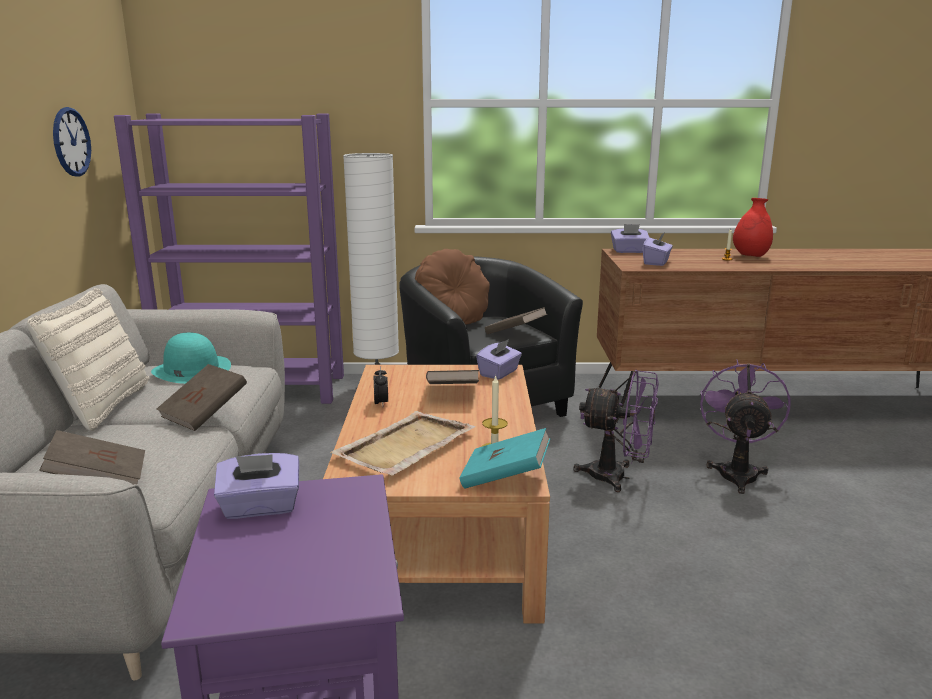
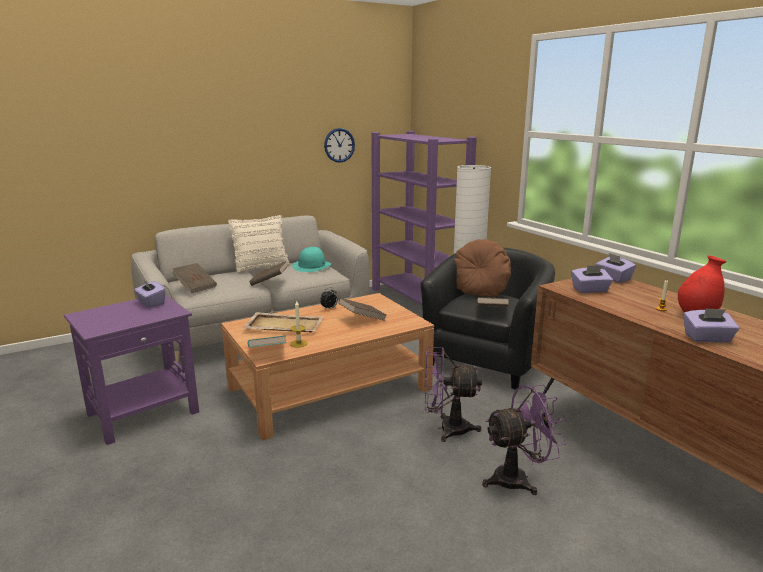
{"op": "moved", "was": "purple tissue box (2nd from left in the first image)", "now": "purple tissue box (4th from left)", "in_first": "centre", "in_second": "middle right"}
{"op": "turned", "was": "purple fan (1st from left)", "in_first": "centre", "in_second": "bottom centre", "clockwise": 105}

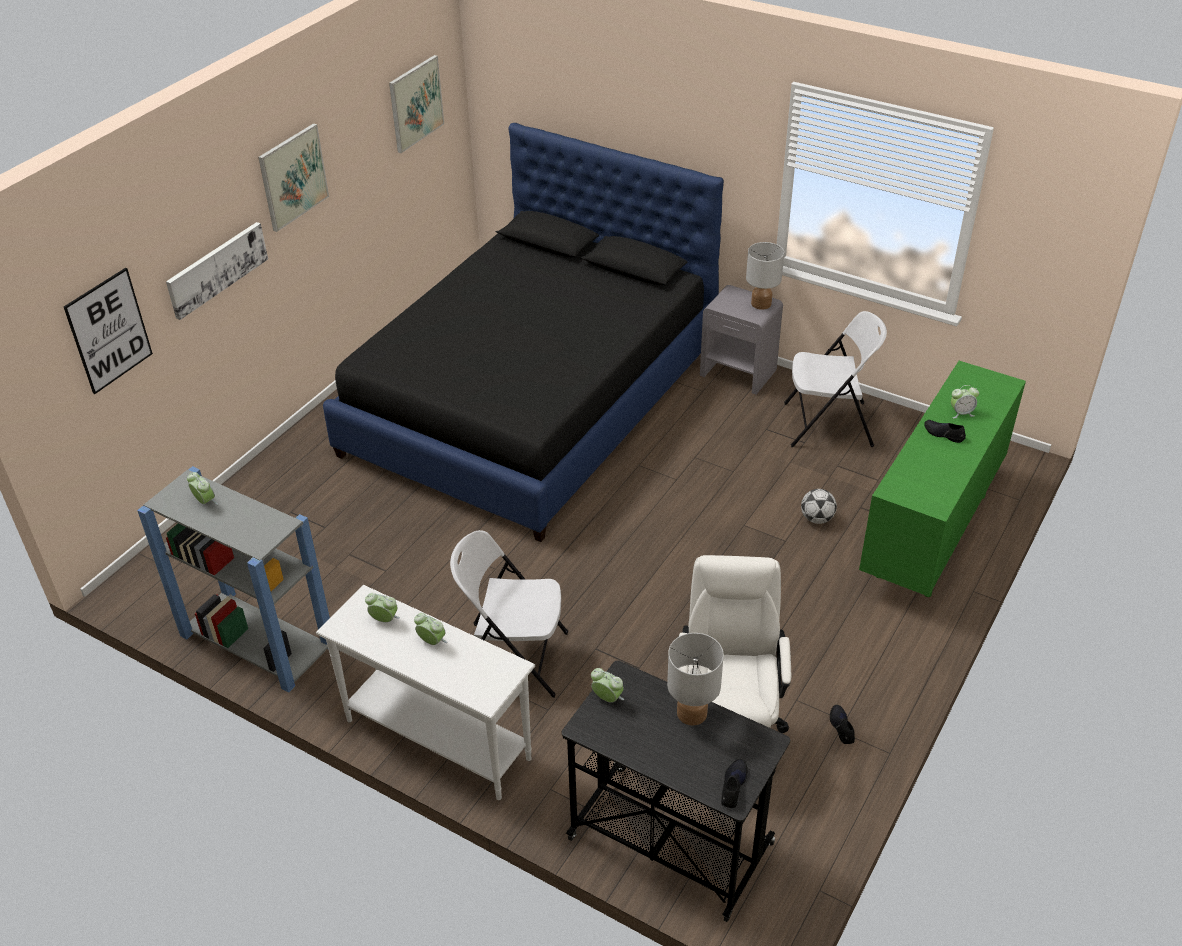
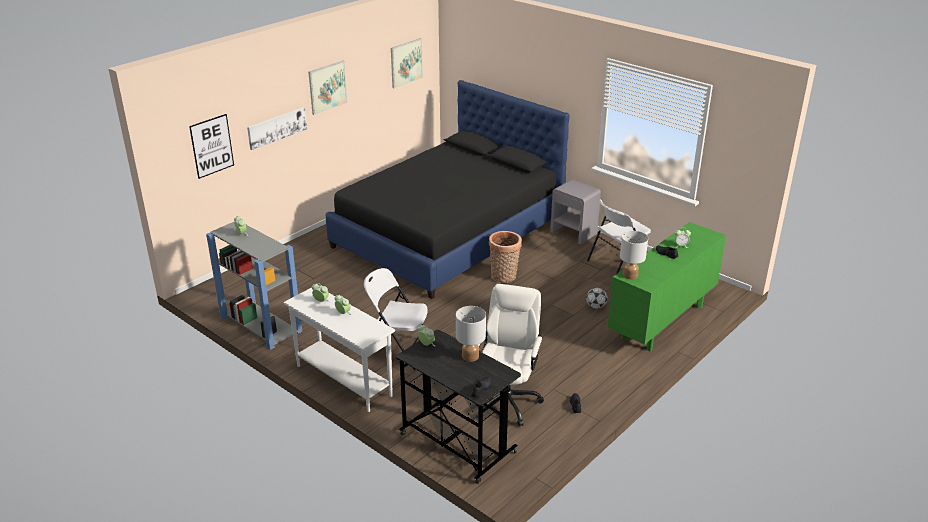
{"op": "moved", "was": "grey table lamp (2nd from left)", "in_first": "top centre", "in_second": "middle right"}
{"op": "turned", "was": "white chair (2nd from left)", "in_first": "middle right", "in_second": "middle right", "clockwise": 135}
{"op": "added", "now": "basket", "in_second": "centre"}

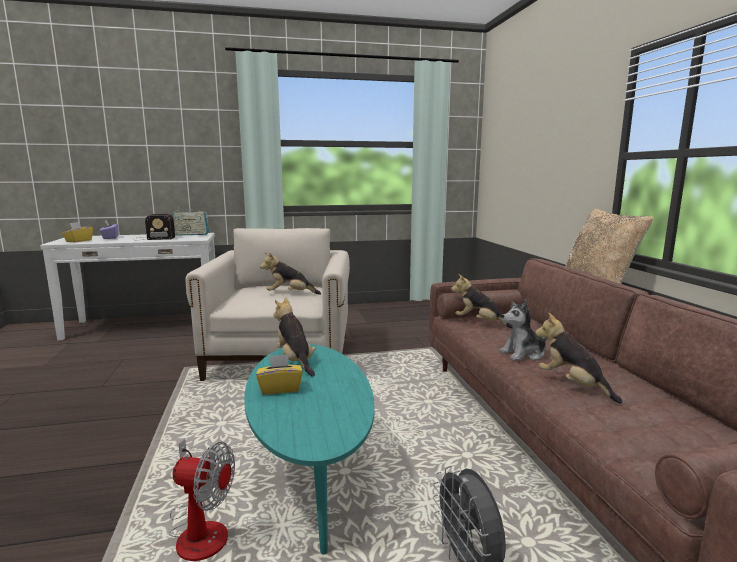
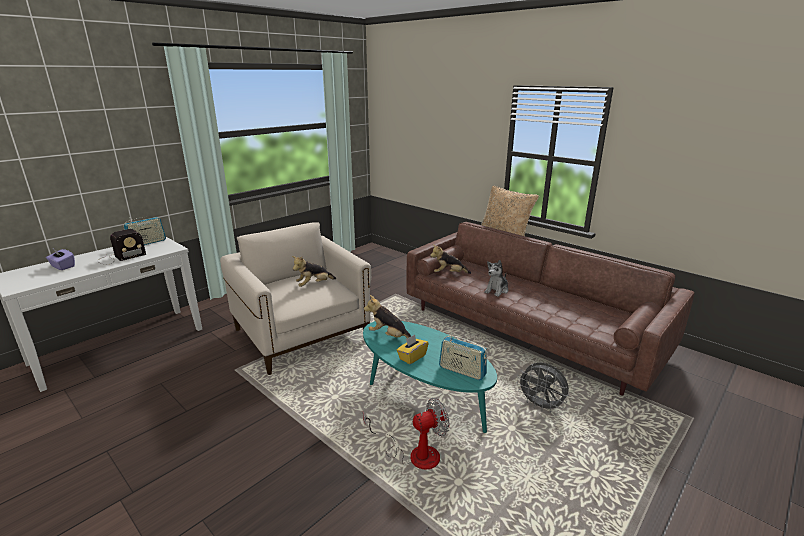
{"op": "removed", "was": "yellow tissue box (1st from left)", "in_first": "middle left"}
{"op": "removed", "was": "plush toy (5th from left)", "in_first": "middle right"}
{"op": "added", "now": "radio (3rd from left)", "in_second": "centre"}

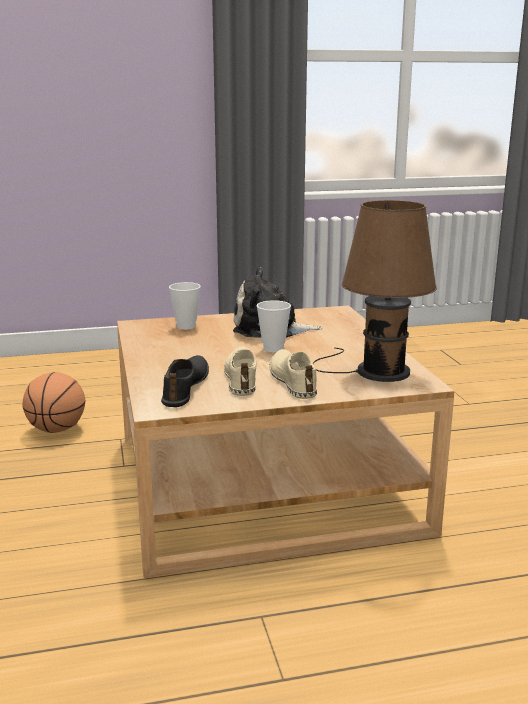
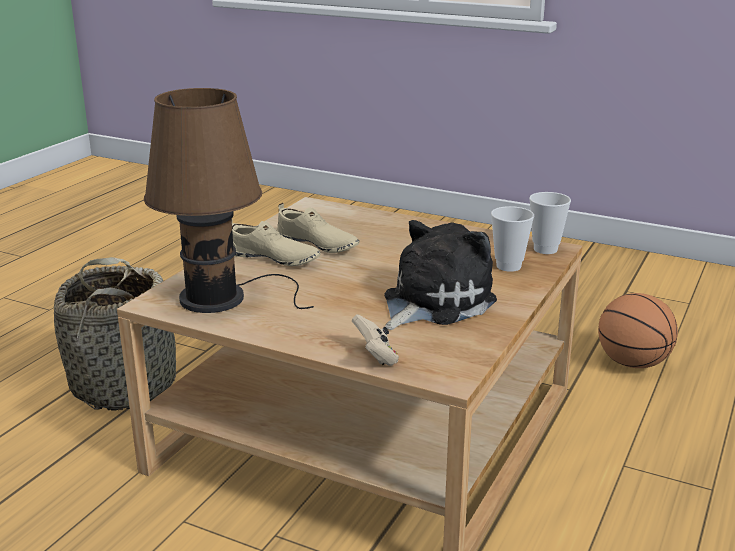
{"op": "moved", "was": "cup (2nd from left)", "in_first": "centre", "in_second": "middle right"}
{"op": "removed", "was": "black shoe", "in_first": "centre"}
{"op": "added", "now": "basket", "in_second": "middle left"}
{"op": "added", "now": "beige game controller", "in_second": "centre"}

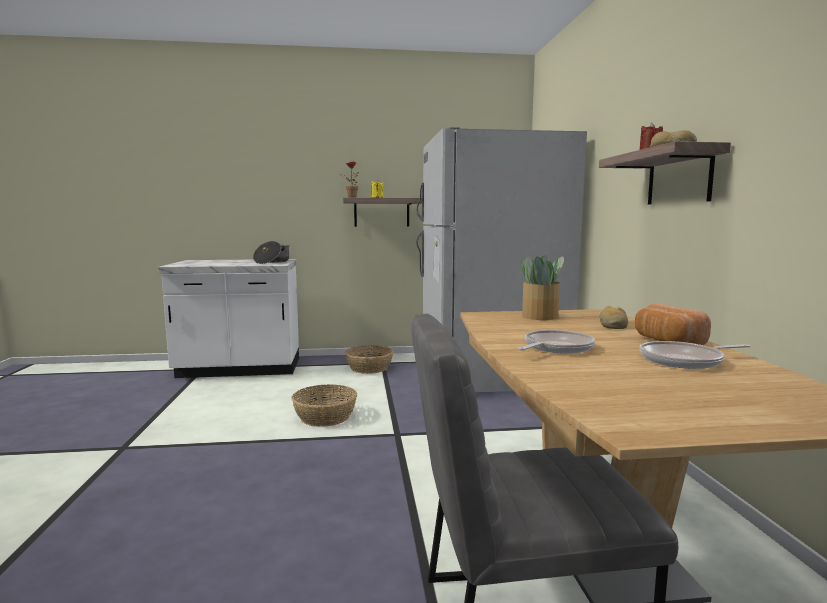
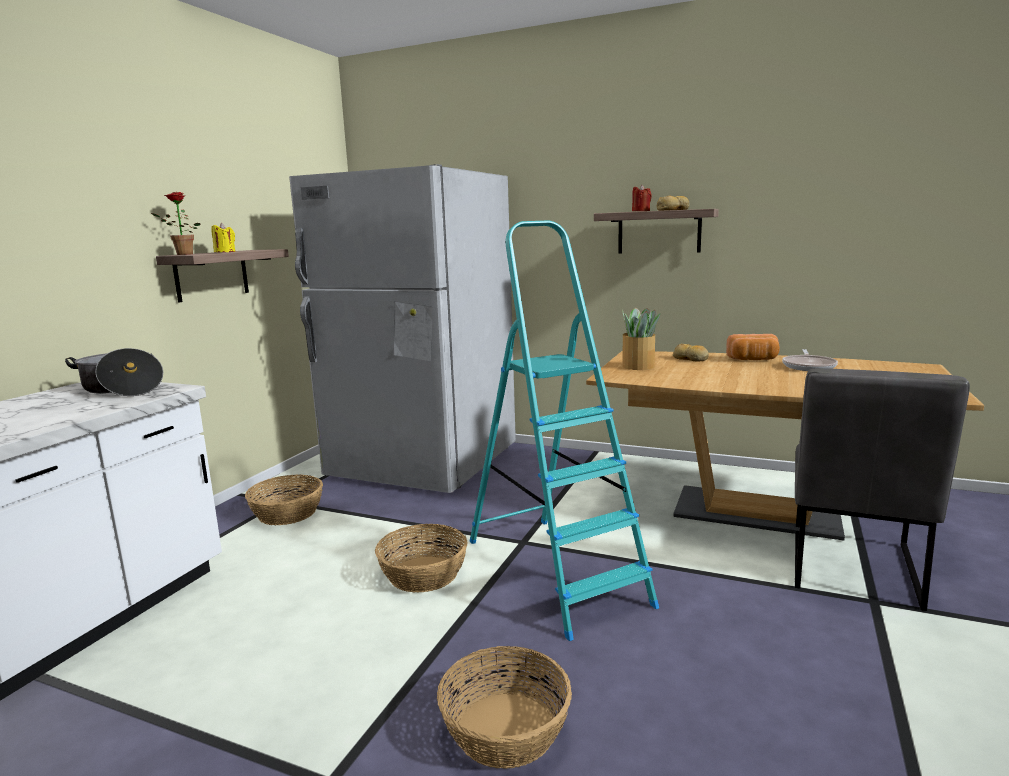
{"op": "removed", "was": "frying pan (1st from left)", "in_first": "middle right"}
{"op": "added", "now": "turquoise step ladder", "in_second": "centre"}
{"op": "added", "now": "basket (3rd from left)", "in_second": "bottom centre"}

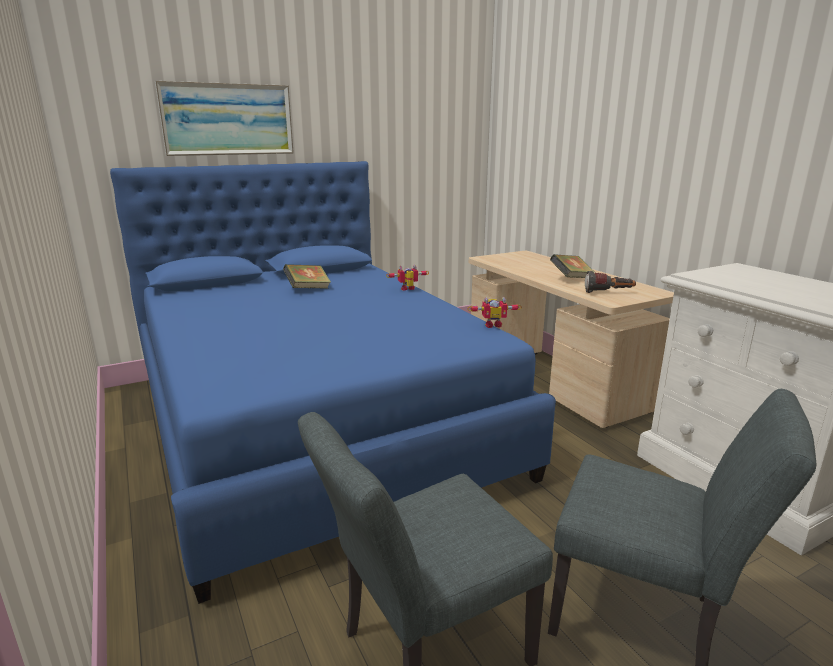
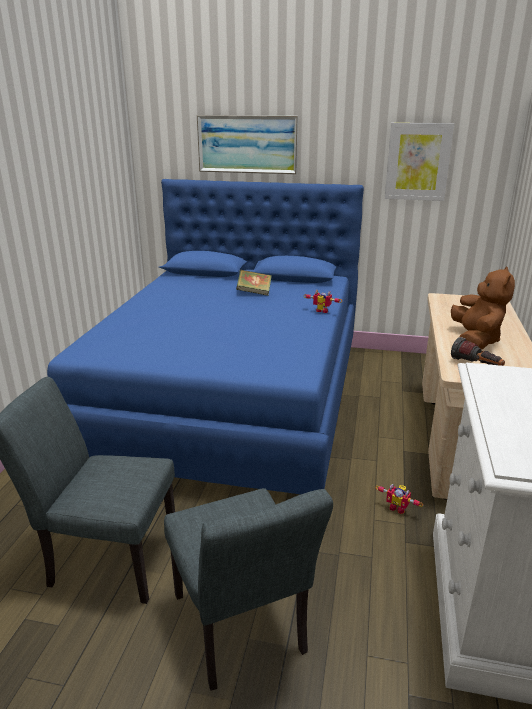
{"op": "replaced", "was": "book (2nd from left)", "now": "brown plush toy", "in_first": "middle right", "in_second": "middle right"}
{"op": "moved", "was": "toy robot (2nd from left)", "in_first": "centre", "in_second": "bottom right"}
{"op": "added", "now": "picture (2nd from left)", "in_second": "top right"}

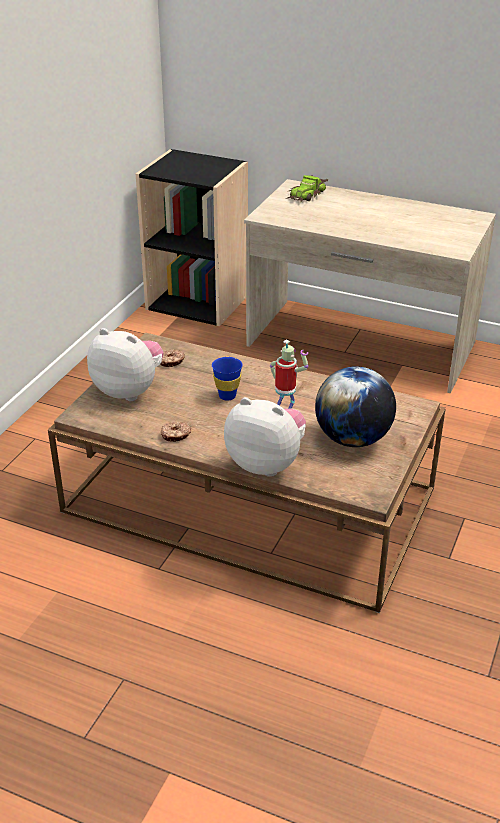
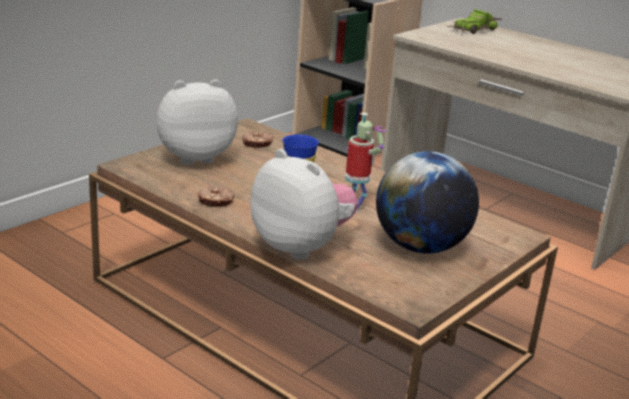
{"op": "turned", "was": "plush toy (1st from left)", "in_first": "middle left", "in_second": "top left", "clockwise": -60}

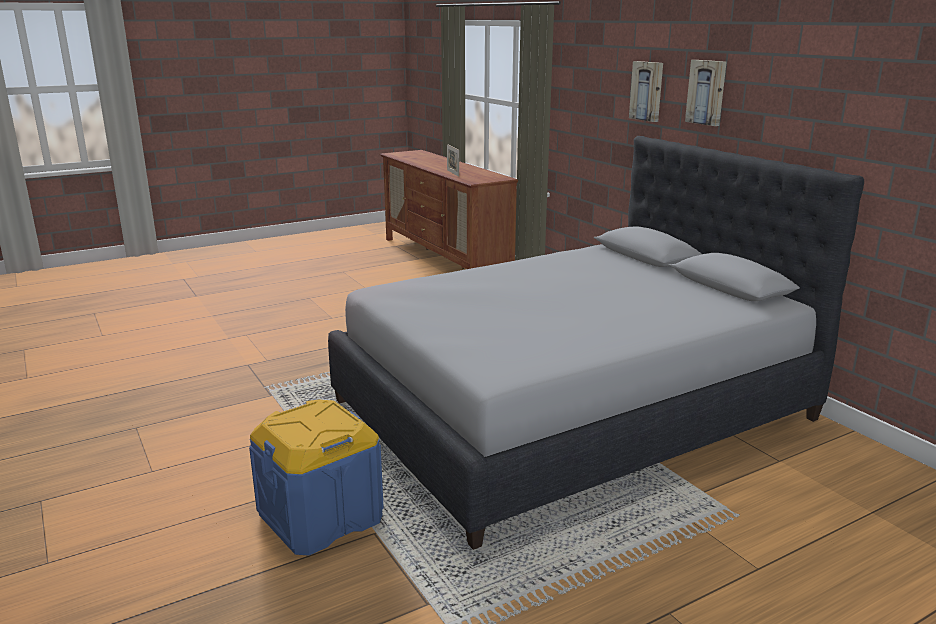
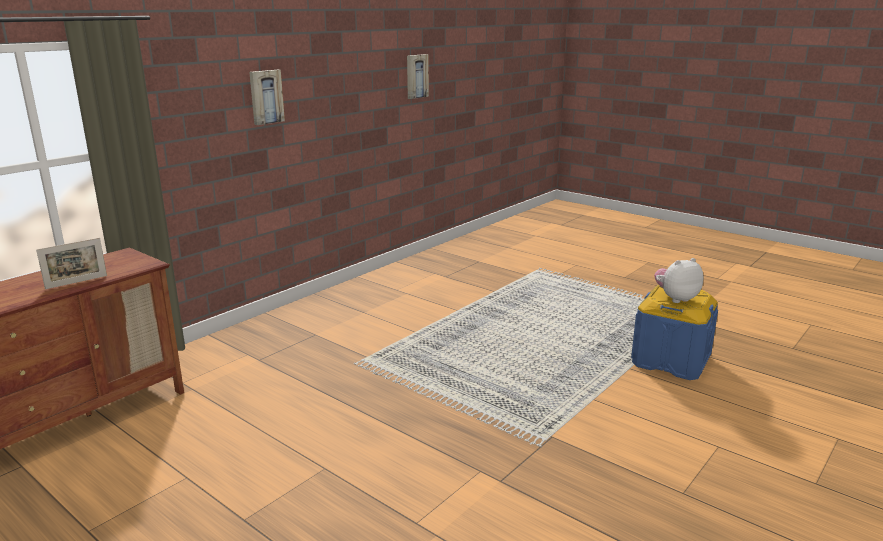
{"op": "moved", "was": "picture (2nd from left)", "in_first": "top right", "in_second": "top centre"}
{"op": "removed", "was": "grey bed", "in_first": "centre"}
{"op": "added", "now": "plush toy", "in_second": "middle right"}

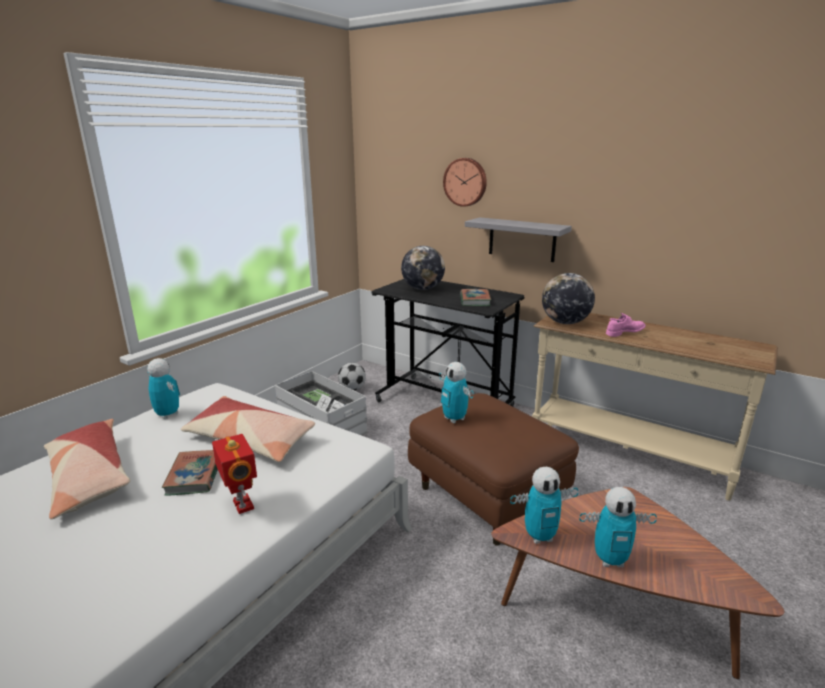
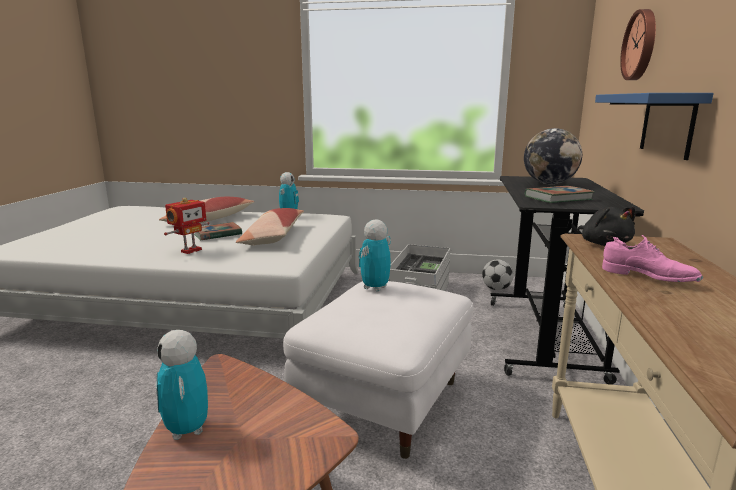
{"op": "recoloured", "was": "grey shelf", "now": "blue shelf", "in_first": "centre", "in_second": "top right"}
{"op": "replaced", "was": "globe (2nd from left)", "now": "black plush toy", "in_first": "middle right", "in_second": "middle right"}
{"op": "recoloured", "was": "brown ottoman", "now": "white ottoman", "in_first": "bottom centre", "in_second": "bottom centre"}
{"op": "removed", "was": "toy robot (4th from left)", "in_first": "bottom centre"}

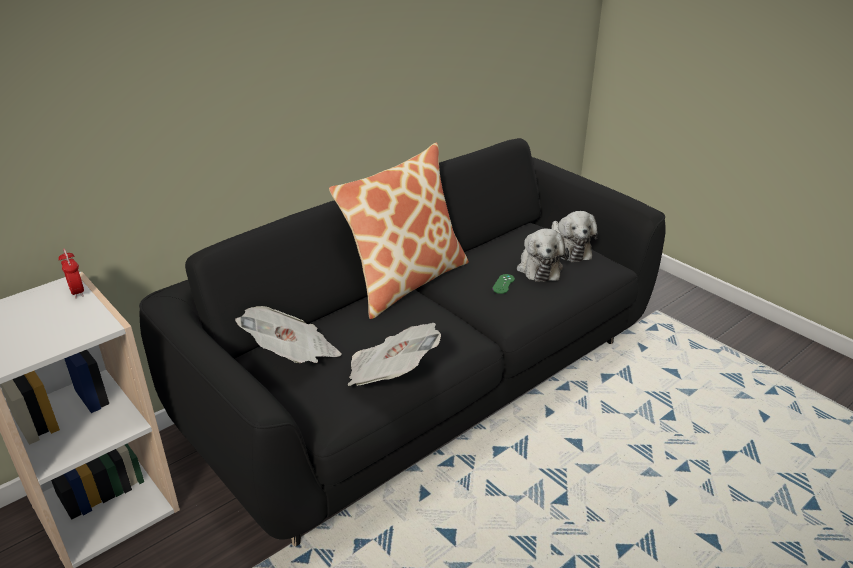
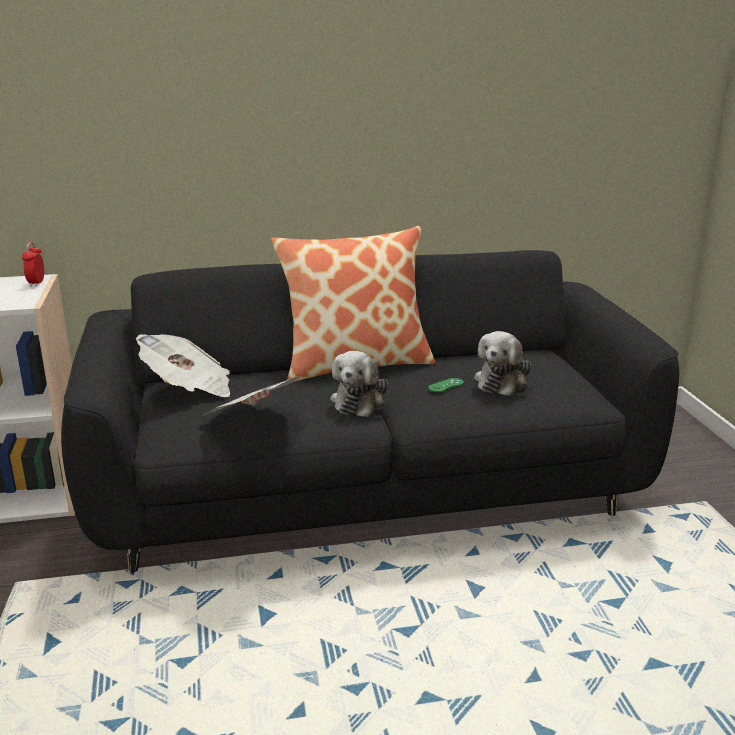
{"op": "moved", "was": "plush toy (2nd from left in the first image)", "now": "plush toy (1st from left)", "in_first": "middle right", "in_second": "centre"}

